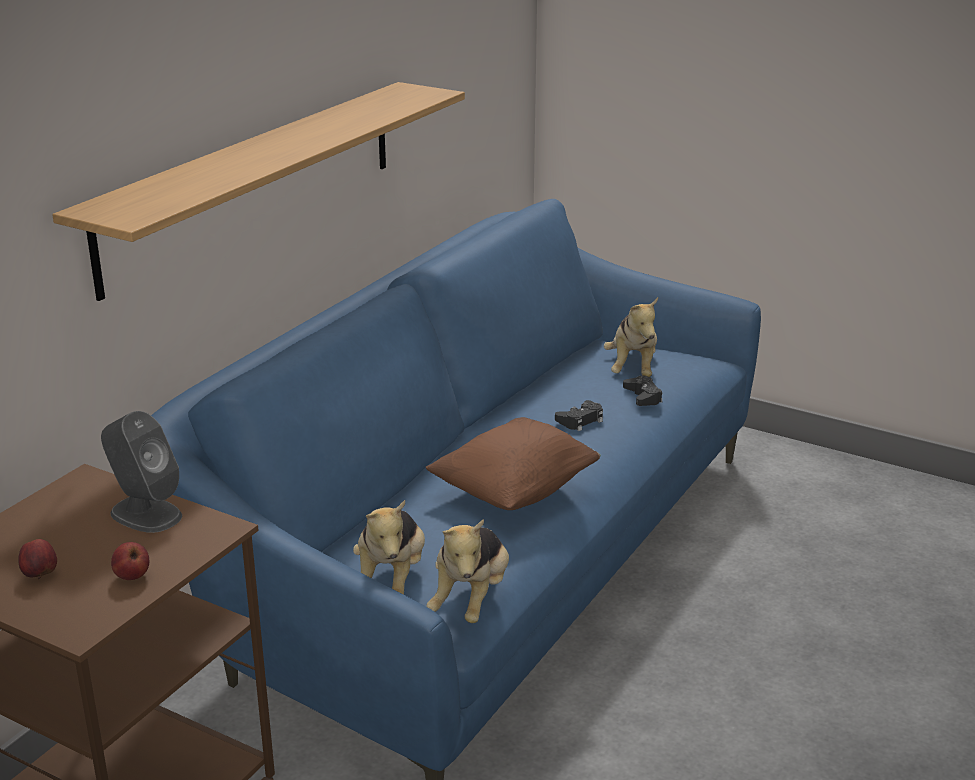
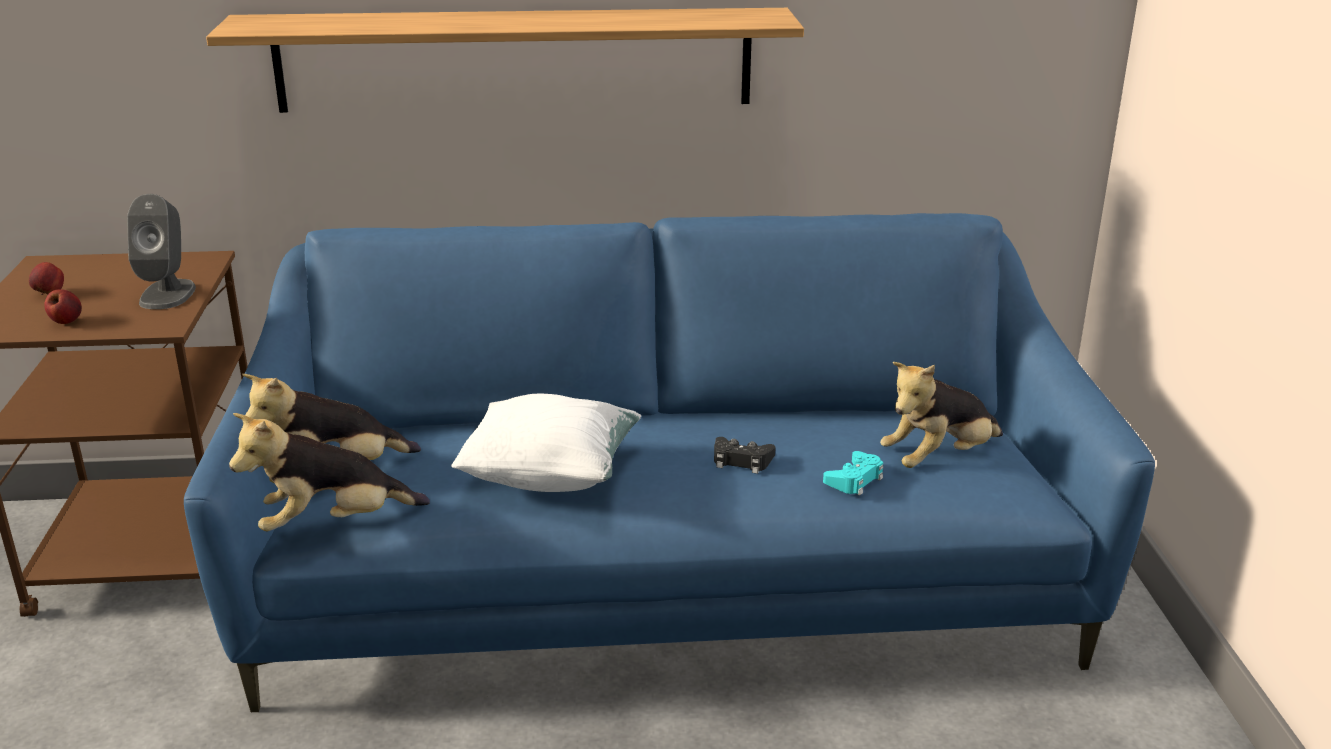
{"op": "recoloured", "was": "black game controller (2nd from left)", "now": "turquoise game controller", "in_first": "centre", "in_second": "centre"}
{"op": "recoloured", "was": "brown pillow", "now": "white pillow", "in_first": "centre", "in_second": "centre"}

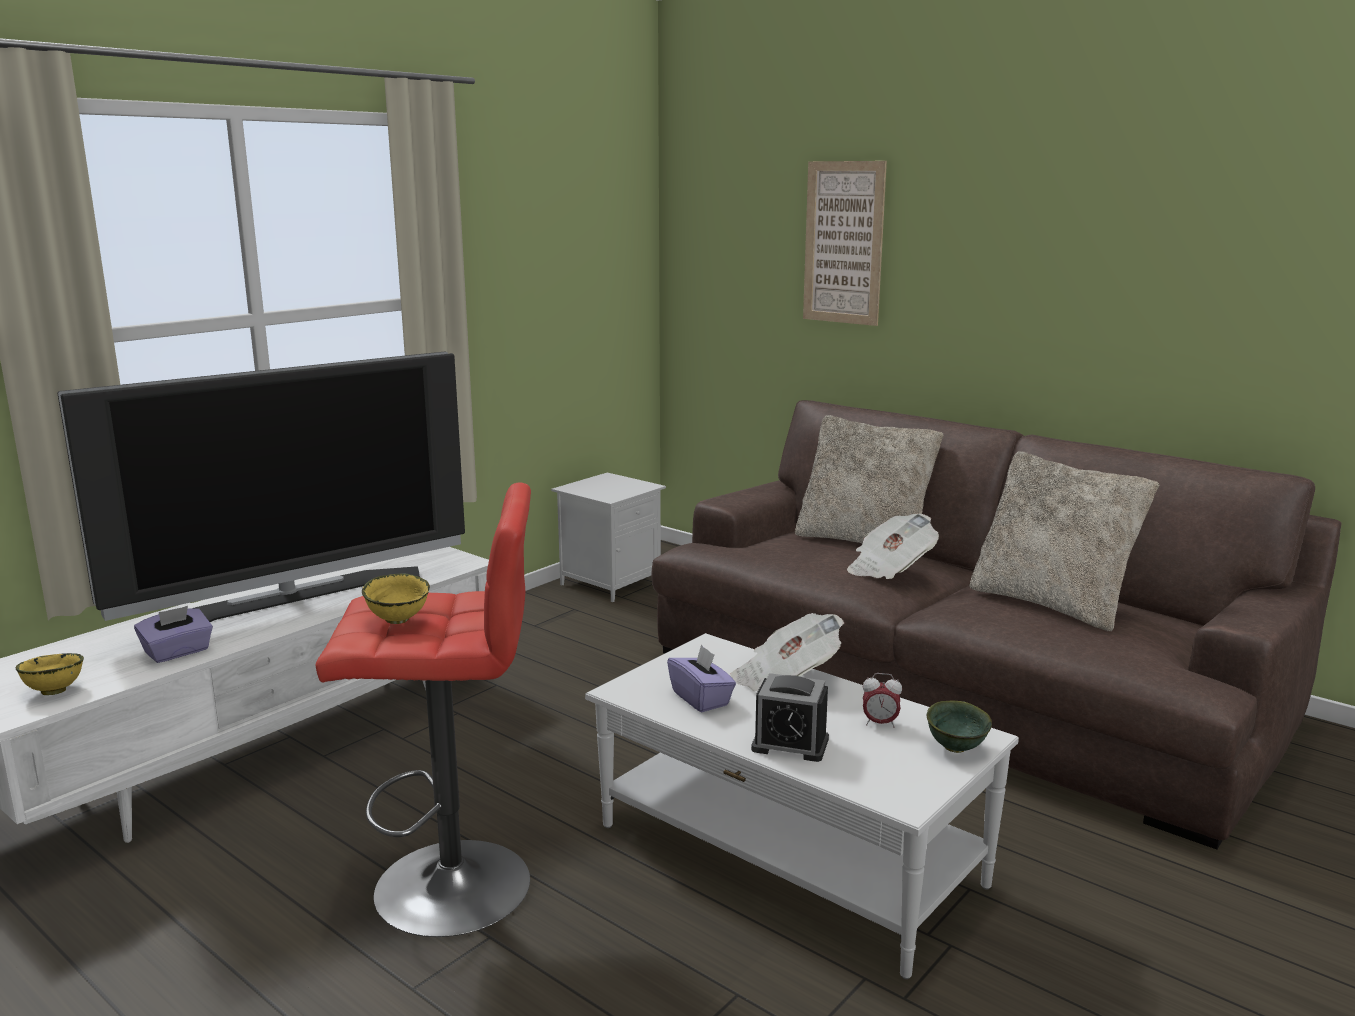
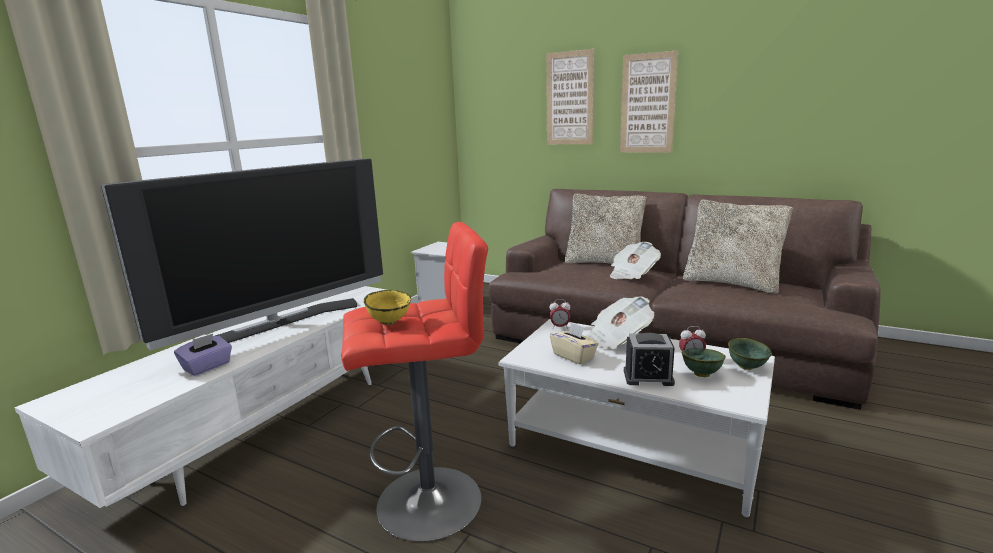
{"op": "recoloured", "was": "purple tissue box (2nd from left)", "now": "beige tissue box", "in_first": "bottom centre", "in_second": "centre"}
{"op": "removed", "was": "yellow bowl (1st from left)", "in_first": "middle left"}
{"op": "added", "now": "picture (2nd from left)", "in_second": "top centre"}
{"op": "added", "now": "alarm clock (1st from left)", "in_second": "centre"}
{"op": "added", "now": "green bowl (1st from left)", "in_second": "middle right"}

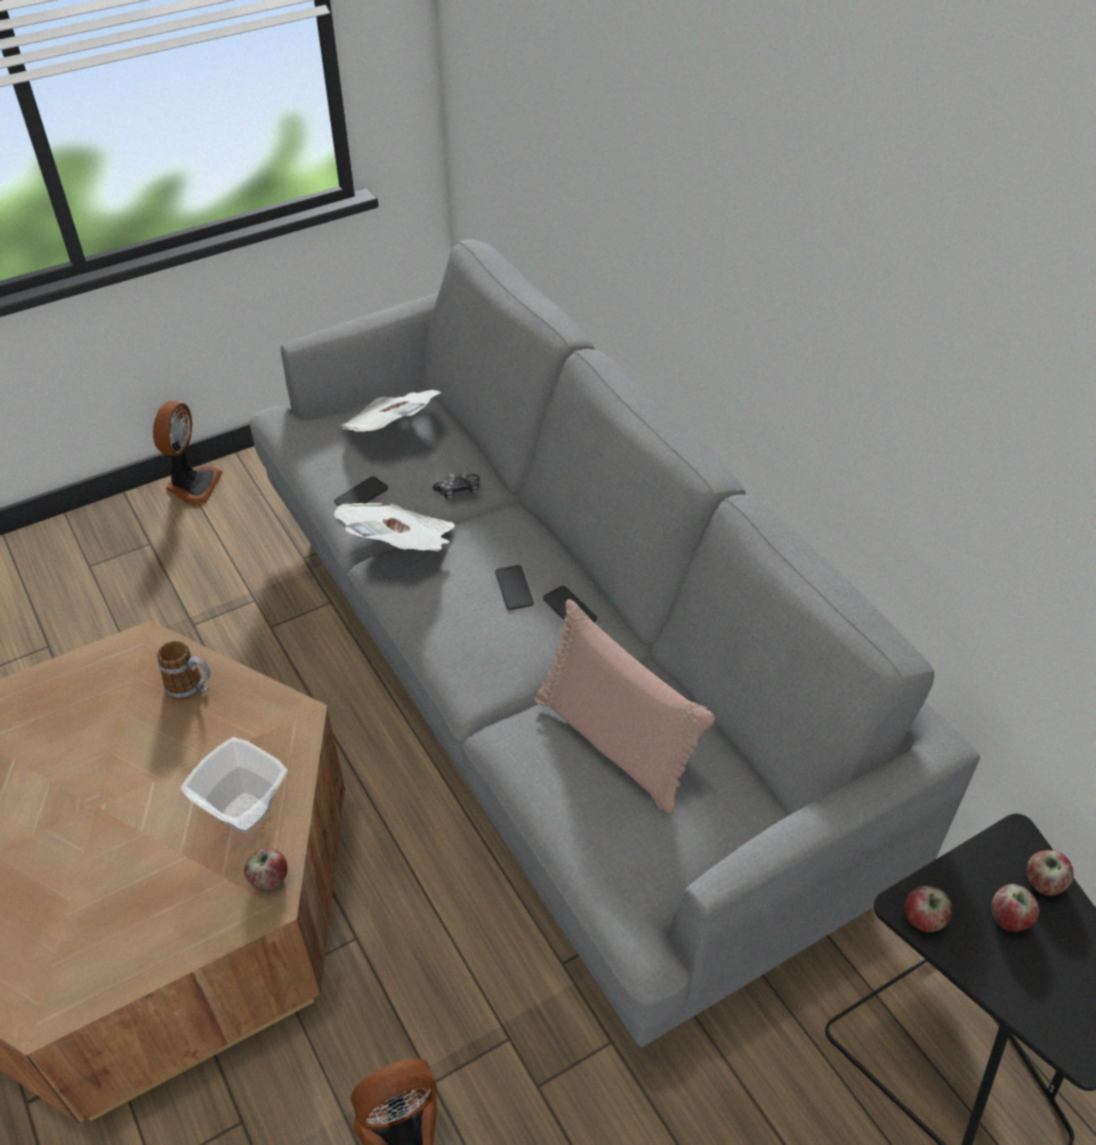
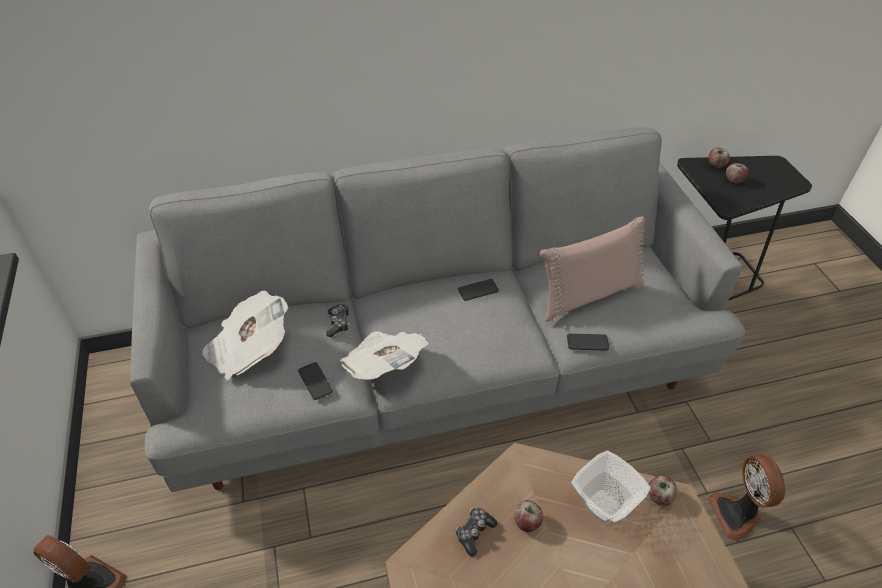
{"op": "moved", "was": "phone (2nd from left in the first image)", "now": "phone (3rd from left)", "in_first": "centre", "in_second": "middle right"}
{"op": "replaced", "was": "mug", "now": "game controller (2nd from left)", "in_first": "middle left", "in_second": "bottom centre"}
{"op": "moved", "was": "apple (2nd from left in the first image)", "now": "apple (1st from left)", "in_first": "bottom right", "in_second": "bottom centre"}

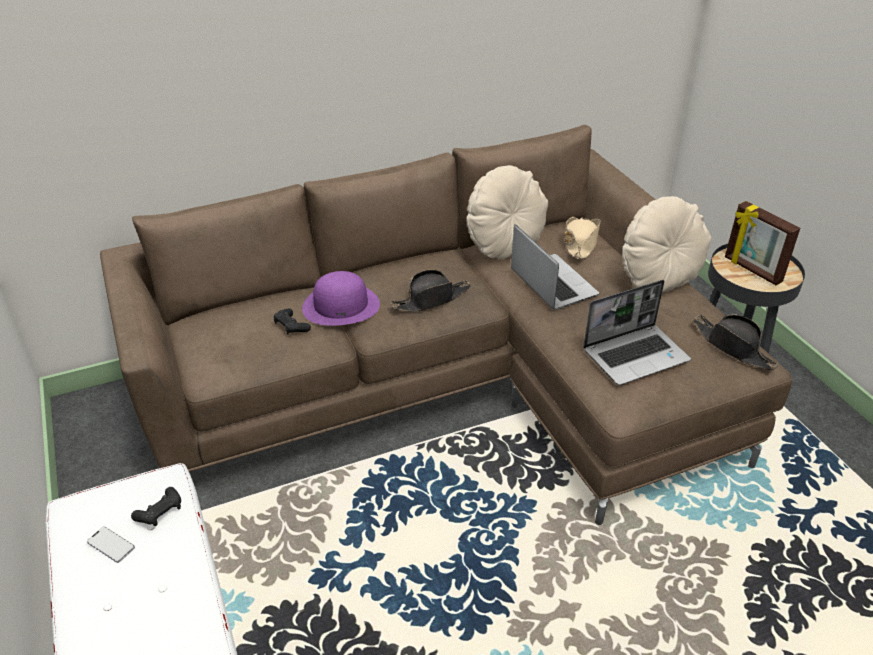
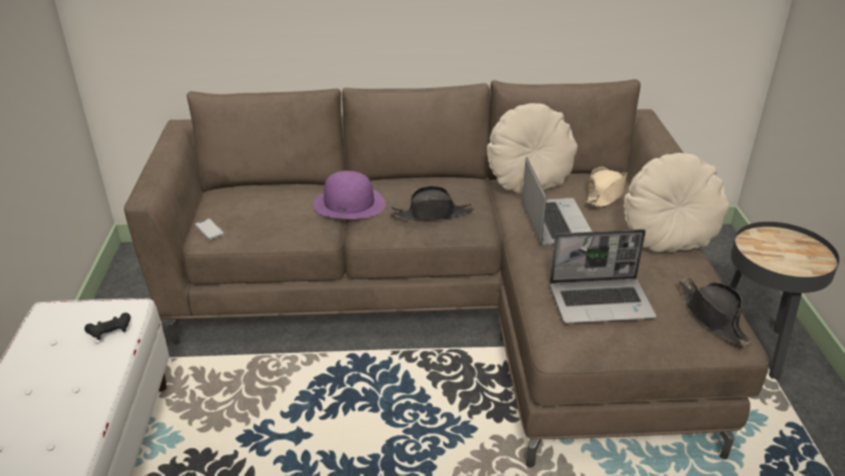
{"op": "removed", "was": "picture frame", "in_first": "middle right"}
{"op": "removed", "was": "black game controller (2nd from left)", "in_first": "centre"}
{"op": "moved", "was": "phone", "in_first": "bottom left", "in_second": "middle left"}

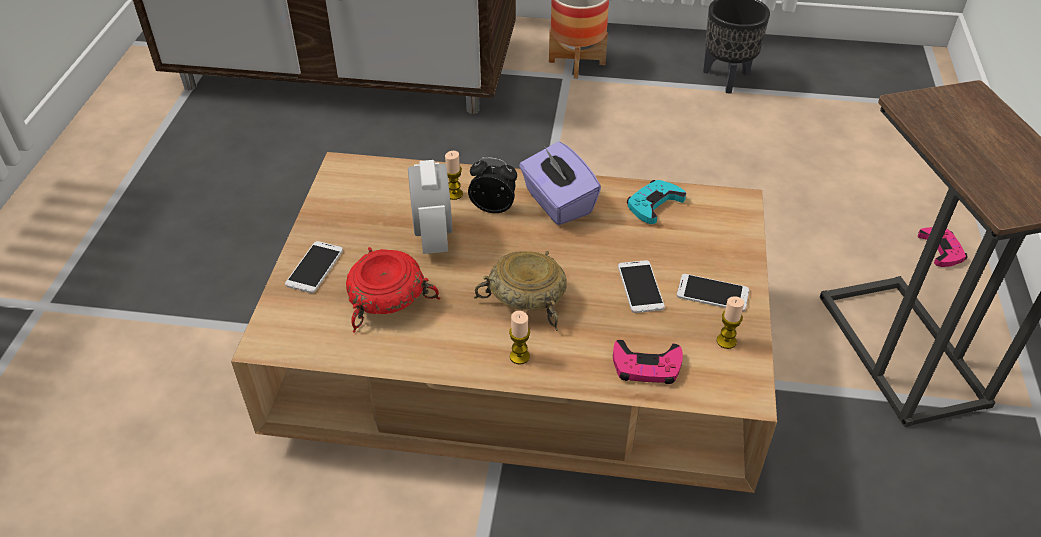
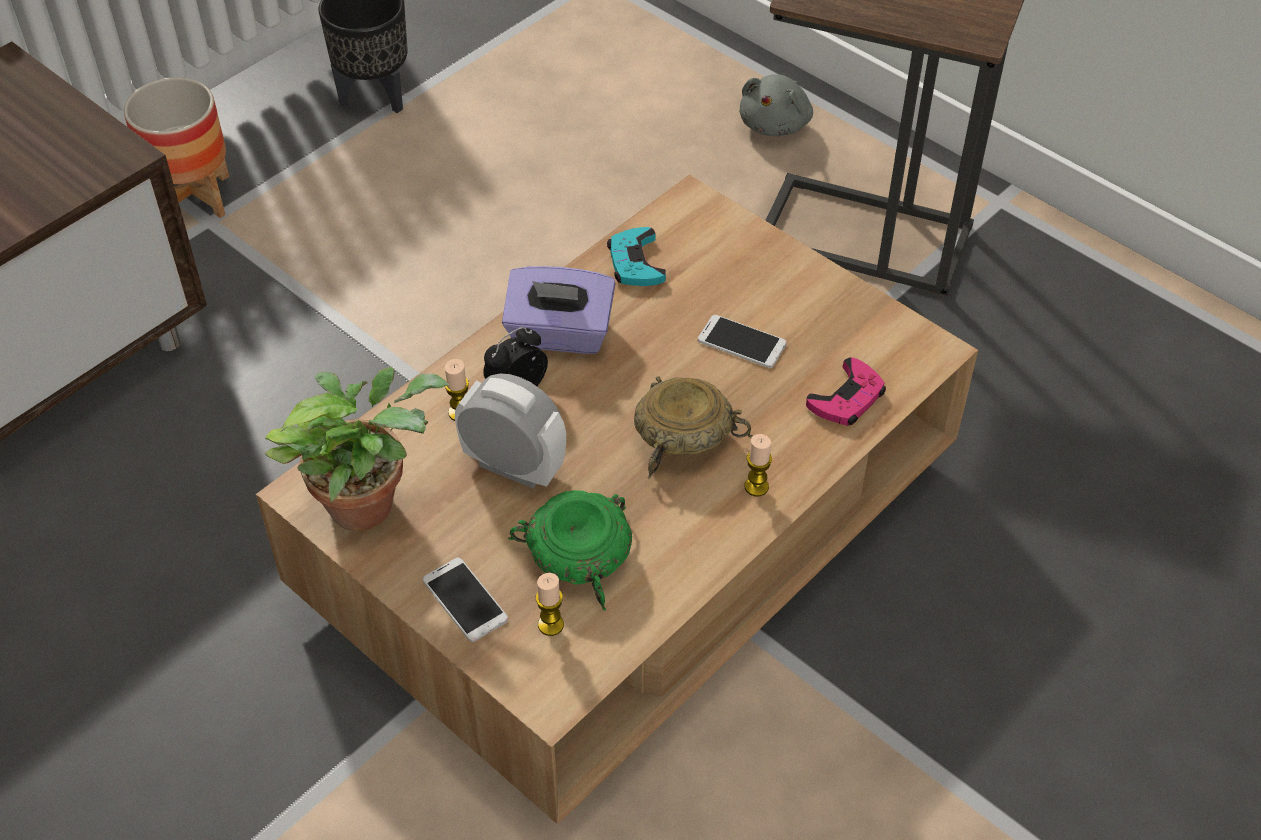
{"op": "replaced", "was": "pink game controller (2nd from left)", "now": "grey plush toy", "in_first": "middle right", "in_second": "top centre"}
{"op": "recoloured", "was": "red bowl", "now": "green bowl", "in_first": "centre", "in_second": "centre"}
{"op": "removed", "was": "phone (3rd from left)", "in_first": "middle right"}
{"op": "moved", "was": "candle (3rd from left in the first image)", "now": "candle (2nd from left)", "in_first": "middle right", "in_second": "bottom centre"}
{"op": "added", "now": "potted plant", "in_second": "middle left"}

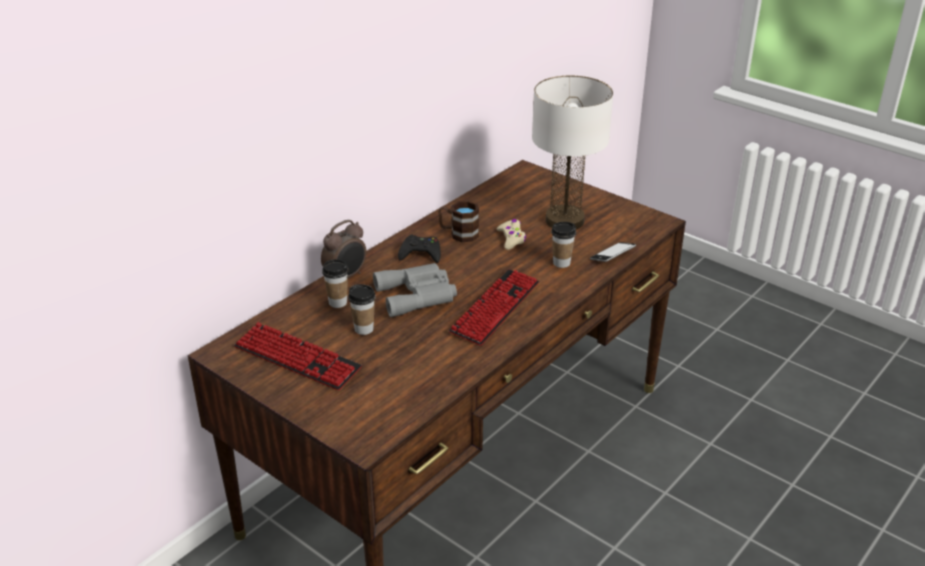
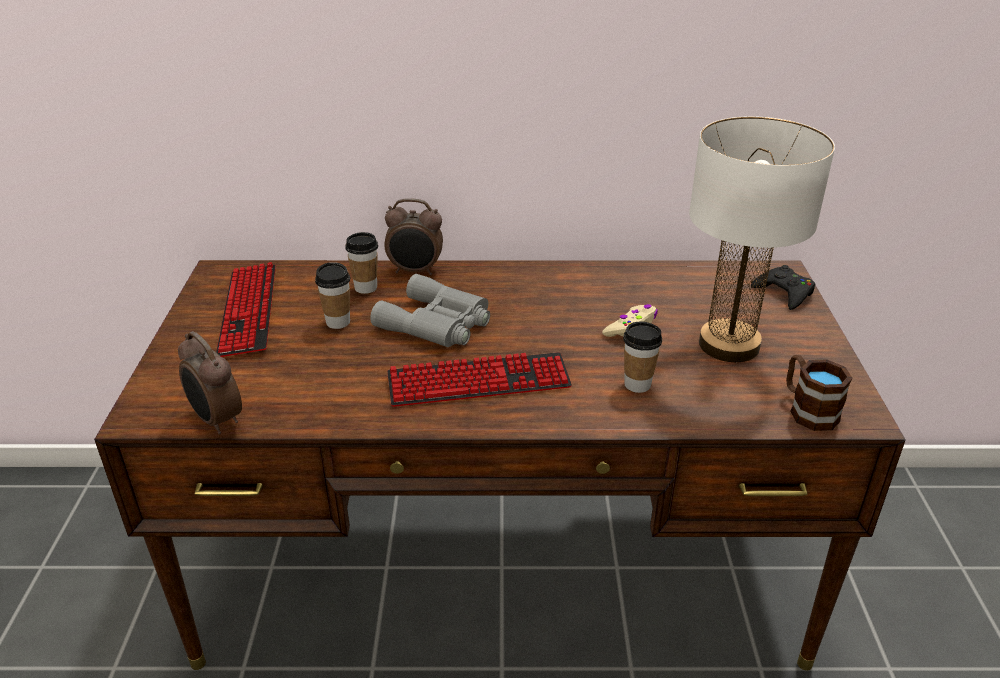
{"op": "moved", "was": "brown mug", "in_first": "centre", "in_second": "middle right"}
{"op": "moved", "was": "black game controller", "in_first": "centre", "in_second": "middle right"}
{"op": "removed", "was": "phone", "in_first": "centre"}
{"op": "added", "now": "alarm clock (1st from left)", "in_second": "middle left"}

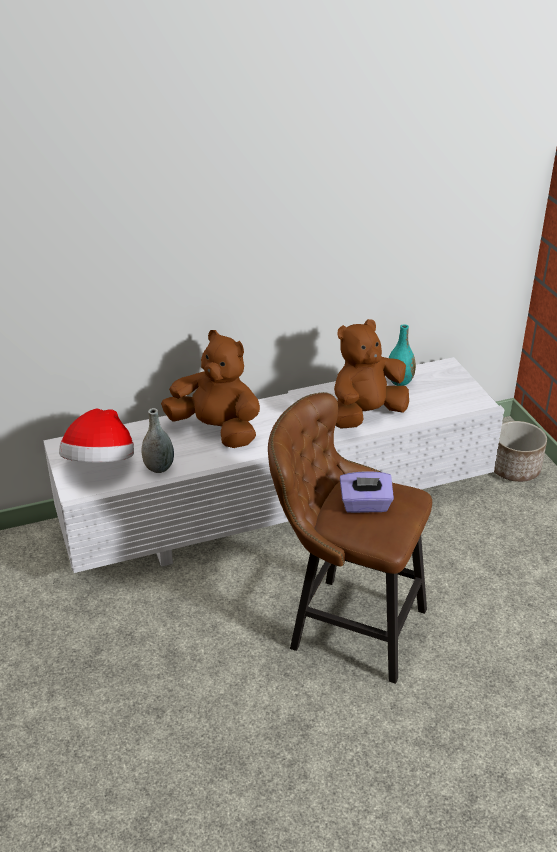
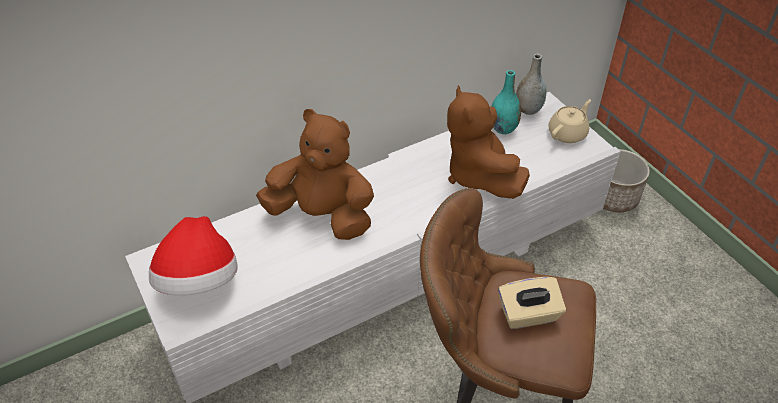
{"op": "turned", "was": "brown plush toy (2nd from left)", "in_first": "centre", "in_second": "centre", "clockwise": -60}
{"op": "moved", "was": "grey vase", "in_first": "middle left", "in_second": "top right"}
{"op": "recoloured", "was": "purple tissue box", "now": "beige tissue box", "in_first": "centre", "in_second": "bottom right"}
{"op": "added", "now": "beige teapot", "in_second": "top right"}

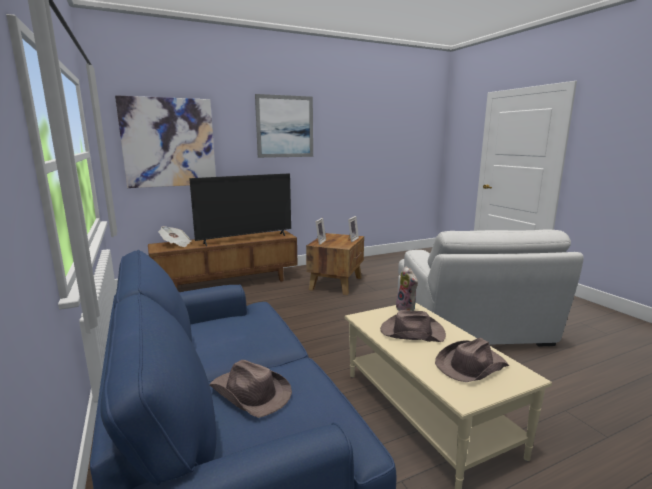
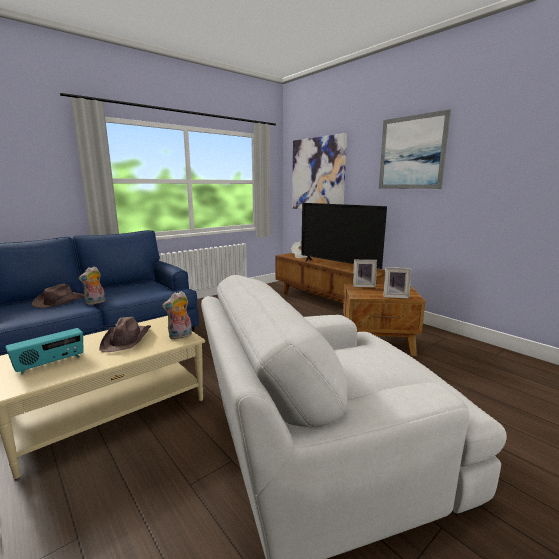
{"op": "replaced", "was": "brown hat (3rd from left)", "now": "radio", "in_first": "bottom right", "in_second": "middle left"}
{"op": "added", "now": "plush toy (1st from left)", "in_second": "middle left"}

